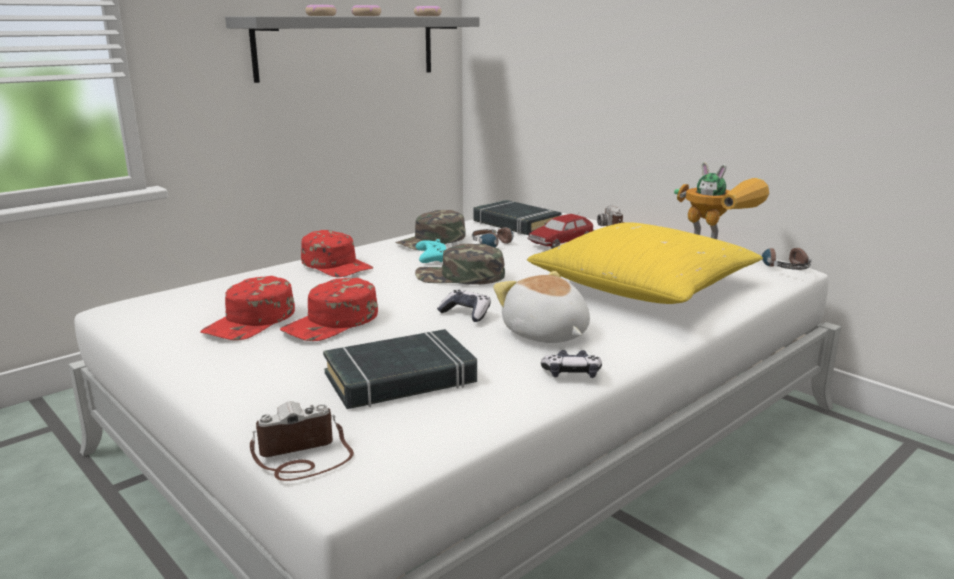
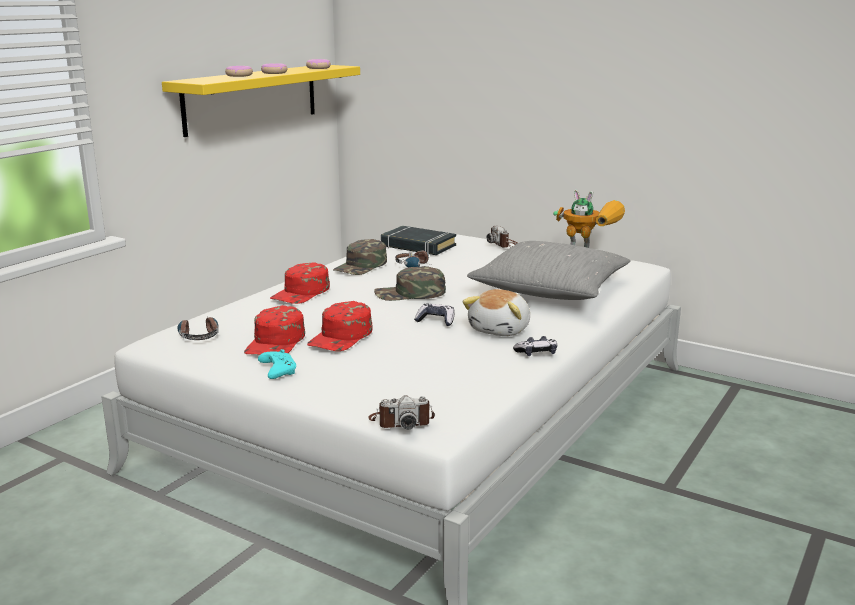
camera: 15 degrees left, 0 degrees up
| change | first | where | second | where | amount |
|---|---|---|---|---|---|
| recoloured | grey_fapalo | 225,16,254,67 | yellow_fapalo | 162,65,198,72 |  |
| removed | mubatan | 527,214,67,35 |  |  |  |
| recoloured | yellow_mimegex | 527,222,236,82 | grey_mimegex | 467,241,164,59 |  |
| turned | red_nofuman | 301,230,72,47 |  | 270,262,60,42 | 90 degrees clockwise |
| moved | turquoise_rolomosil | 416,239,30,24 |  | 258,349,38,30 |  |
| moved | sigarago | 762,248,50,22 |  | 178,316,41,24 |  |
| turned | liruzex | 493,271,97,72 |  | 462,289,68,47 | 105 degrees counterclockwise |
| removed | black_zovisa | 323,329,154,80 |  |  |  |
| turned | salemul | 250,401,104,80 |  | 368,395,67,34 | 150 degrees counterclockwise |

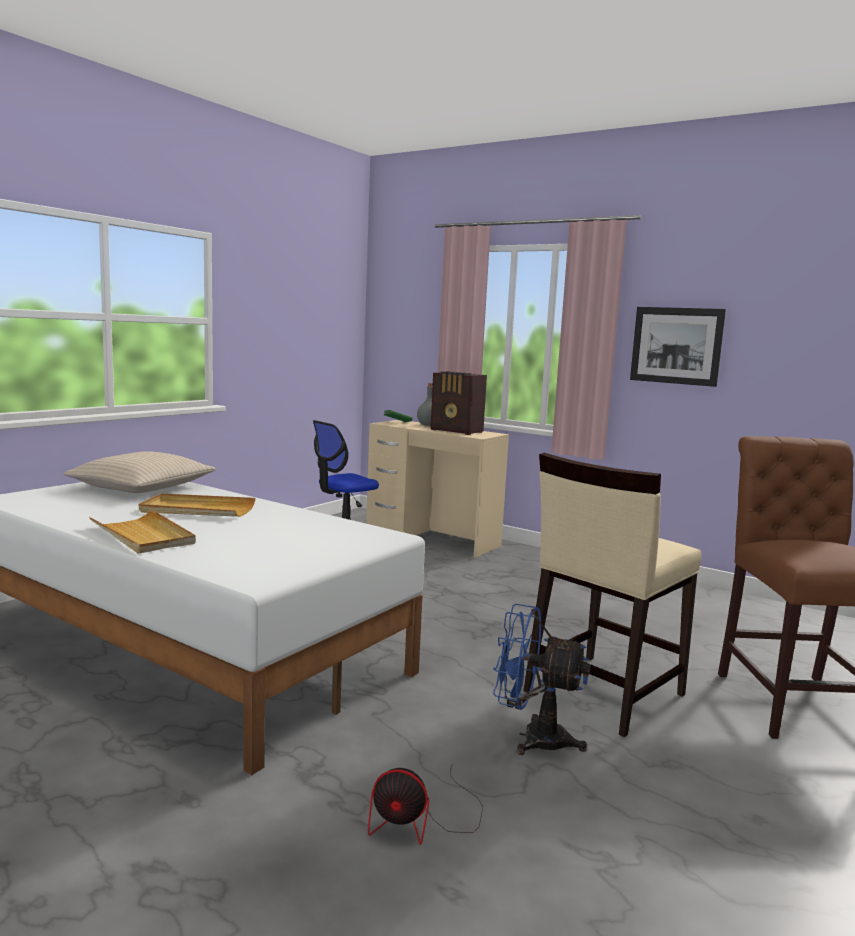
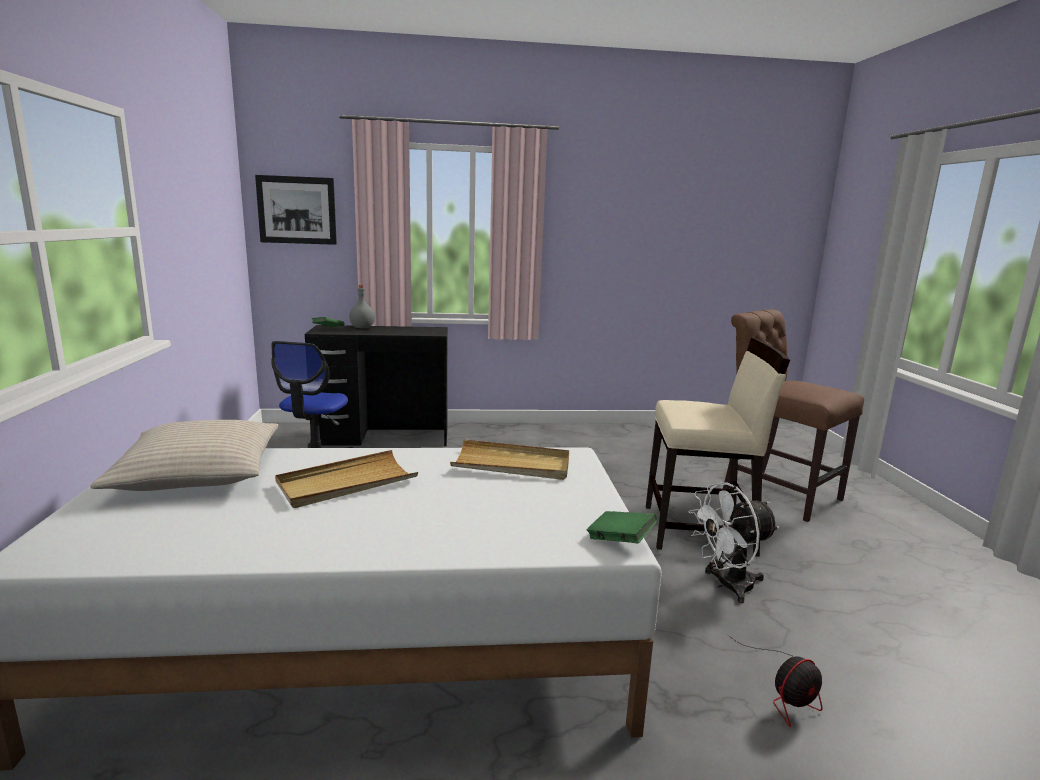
camera: 40 degrees left, 5 degrees up
| change | first | where | second | where | amount |
|---|---|---|---|---|---|
| moved | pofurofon | 630,307,96,80 |  | 255,175,82,70 |  |
| removed | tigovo | 430,371,57,64 |  |  |  |
| recoloured | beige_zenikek | 366,420,143,138 | black_zenikek | 305,325,143,121 |  |
| turned | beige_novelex | 523,453,179,284 |  | 646,338,144,219 | 90 degrees counterclockwise |
| moved | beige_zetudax | 89,509,107,45 |  | 450,439,119,41 |  |
| recoloured | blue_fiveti | 493,604,98,151 | white_fiveti | 689,483,90,120 |  |
| added |  |  | green_zovisa | 587,511,70,33 |  |

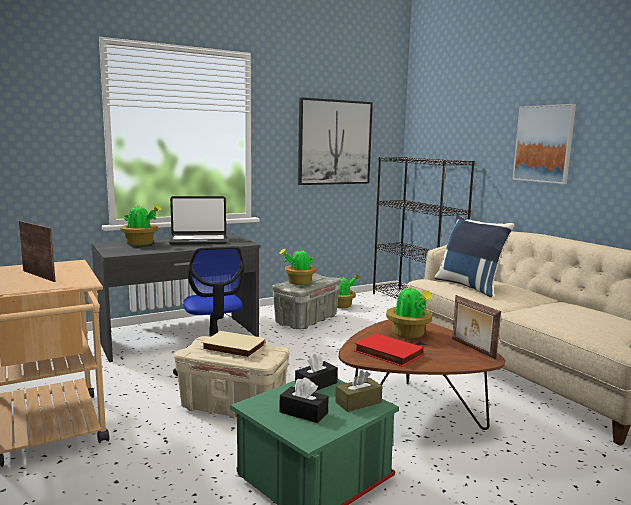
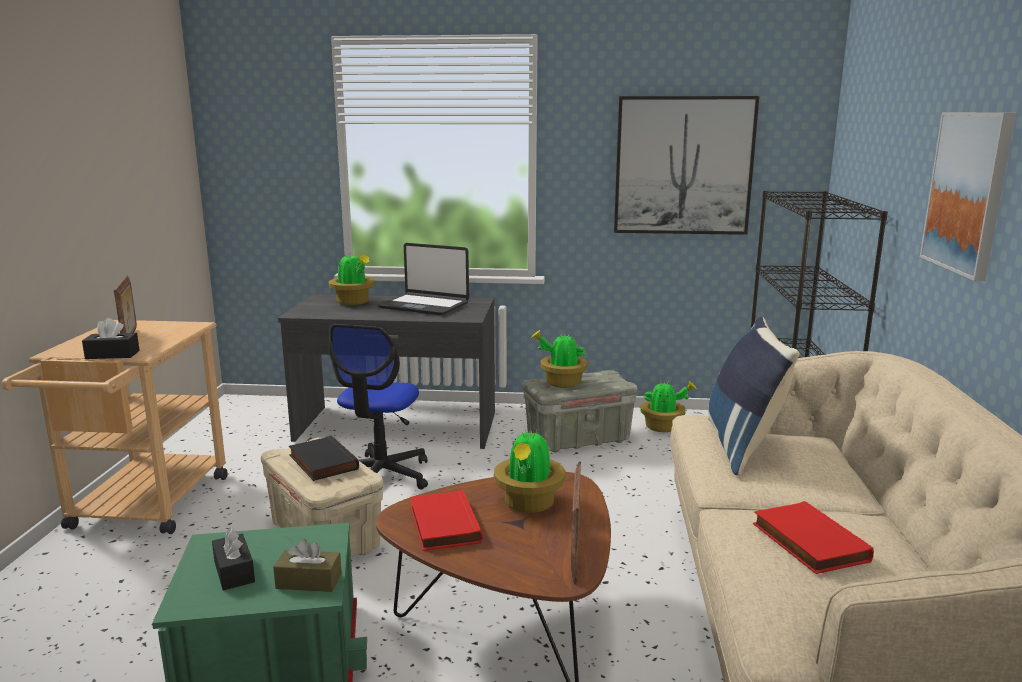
camera: 35 degrees right, 5 degrees up
| change | first | where | second | where | amount |
|---|---|---|---|---|---|
| recoloured | beige_zovisa | 201,331,65,27 | black_zovisa | 289,436,70,45 |  |
| moved | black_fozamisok | 295,353,43,38 |  | 82,318,58,41 |  |
| added |  |  | red_zovisa | 753,501,121,73 |  |

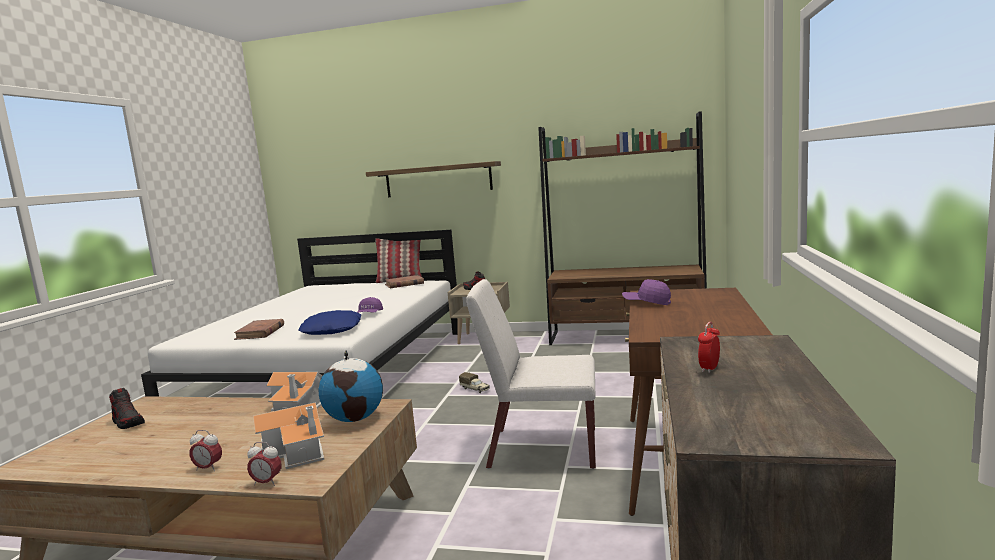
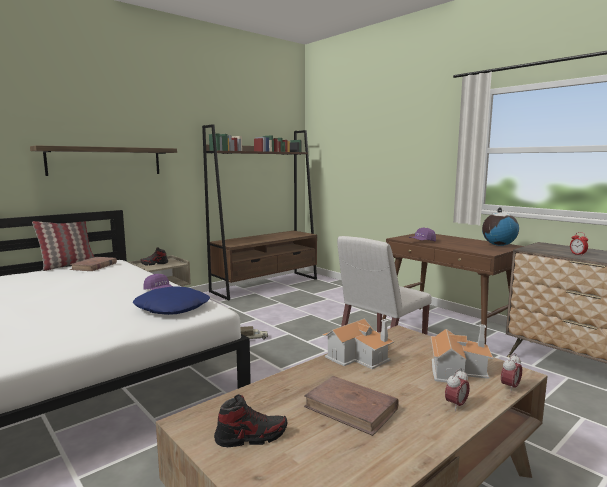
camera: 55 degrees left, 0 degrees up
| change | first | where | second | where | amount |
|---|---|---|---|---|---|
| moved | brown_zovisa | 234,319,50,21 |  | 304,376,95,60 |  |
| moved | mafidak | 319,350,64,72 |  | 482,207,37,39 |  |

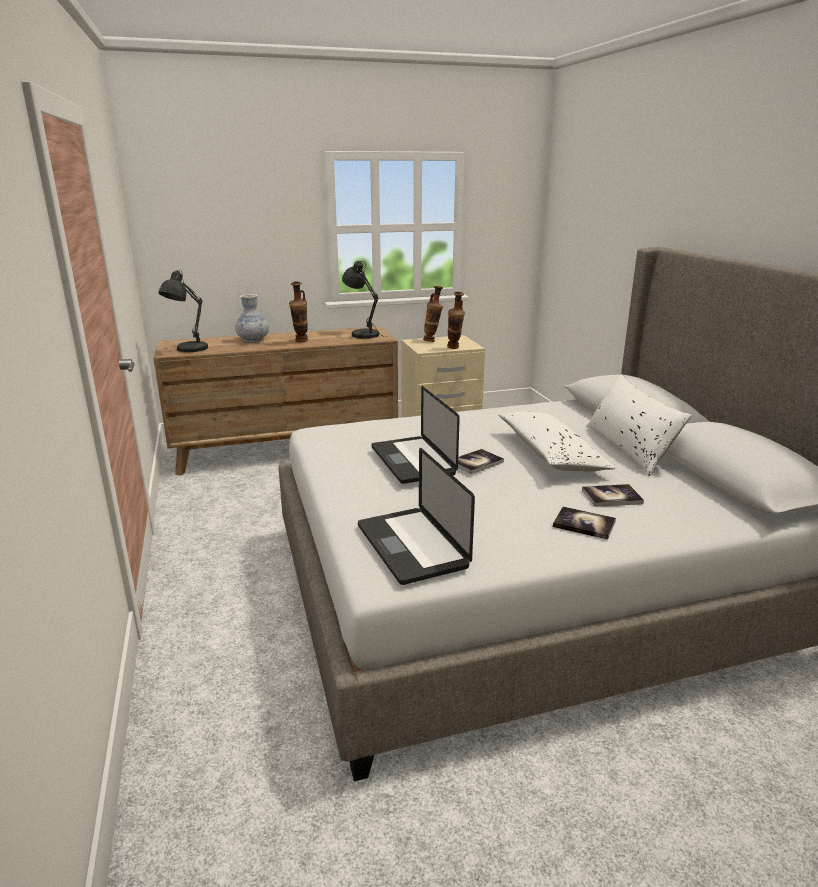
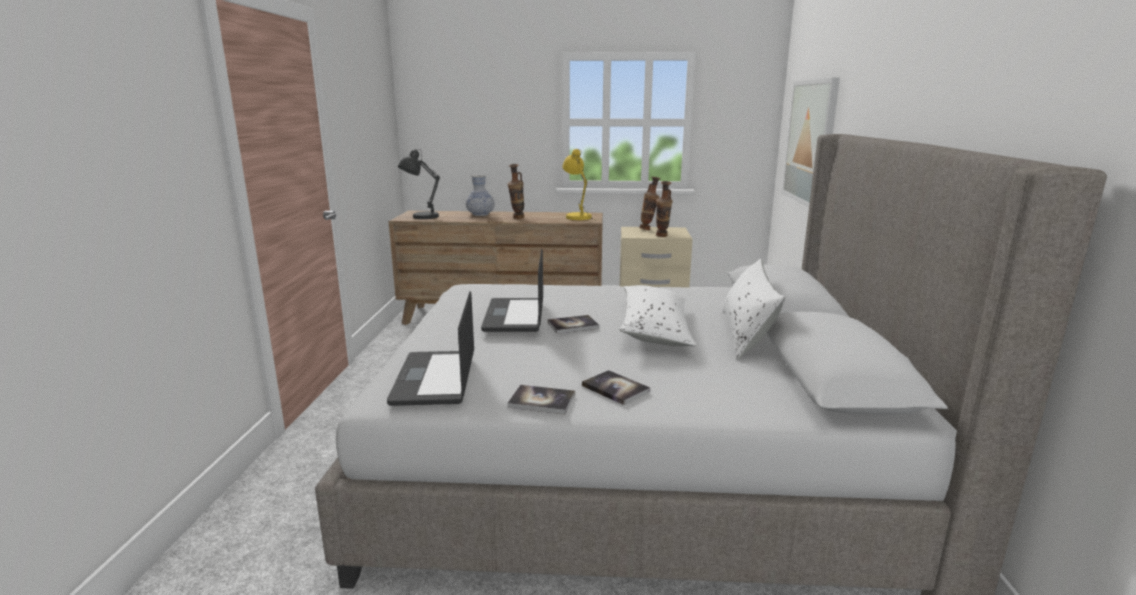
camera: 20 degrees right, 5 degrees down
| change | first | where | second | where | amount |
|---|---|---|---|---|---|
| recoloured | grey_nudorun | 342,261,43,78 | yellow_nudorun | 562,149,35,72 |  |
| moved | zovisa | 582,484,62,23 |  | 507,385,68,30 |  |
| added |  |  | pofurofon | 782,77,58,131 |  |

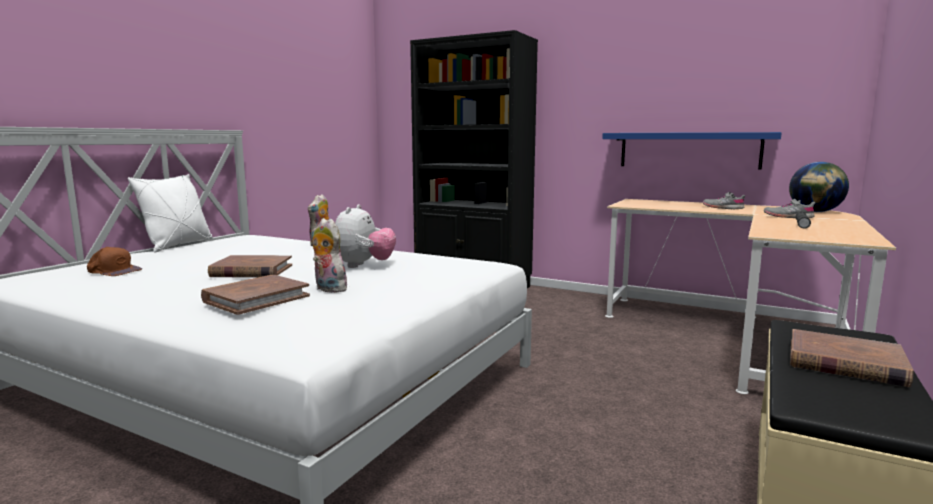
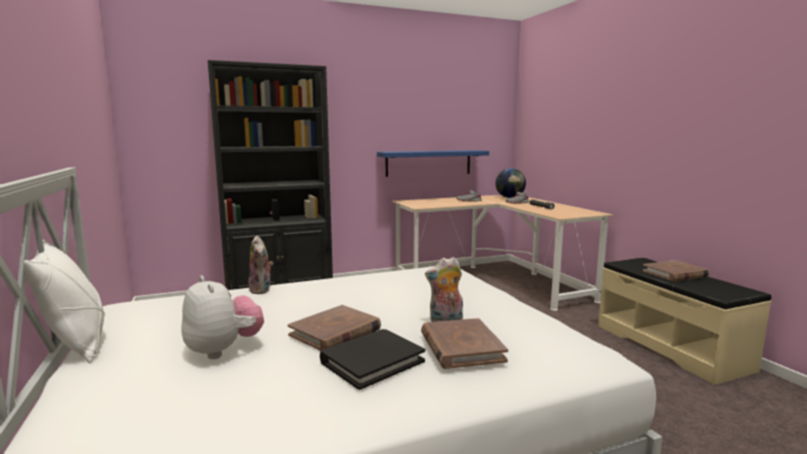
camera: 50 degrees left, 0 degrees up
| change | first | where | second | where | amount |
|---|---|---|---|---|---|
| moved | liruzex | 335,204,61,64 |  | 182,276,82,83 |  |
| removed | brown_nofuman | 87,247,55,29 |  |  |  |
| added |  |  | black_zovisa | 320,329,105,61 |  |

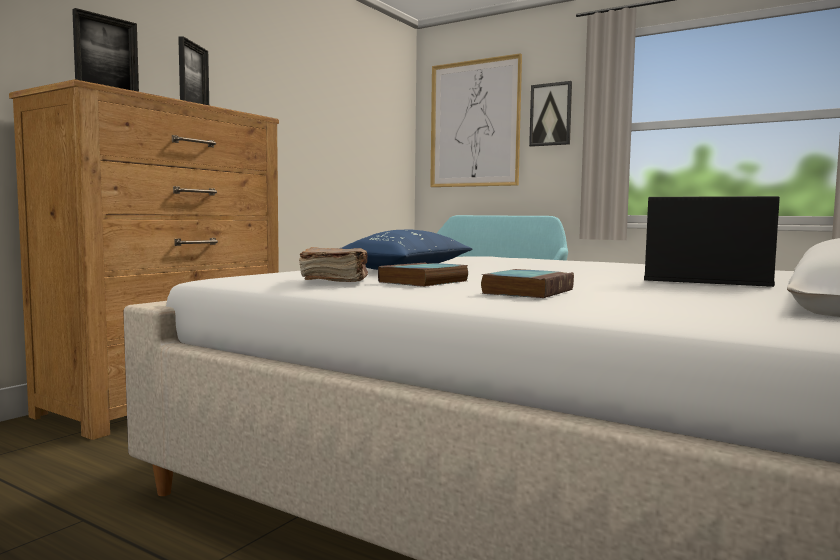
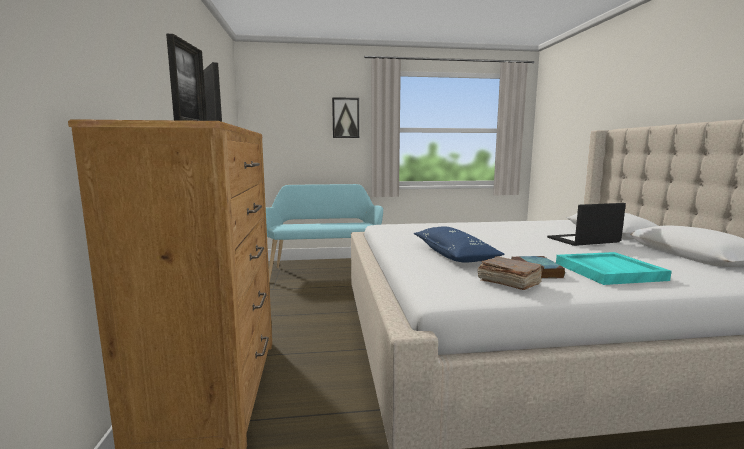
camera: 40 degrees left, 5 degrees up
| change | first | where | second | where | amount |
|---|---|---|---|---|---|
| removed | pofurofon | 430,53,92,134 |  |  |  |
| replaced | zovisa | 481,269,93,29 | turquoise_zetudax | 556,252,116,33 |  |

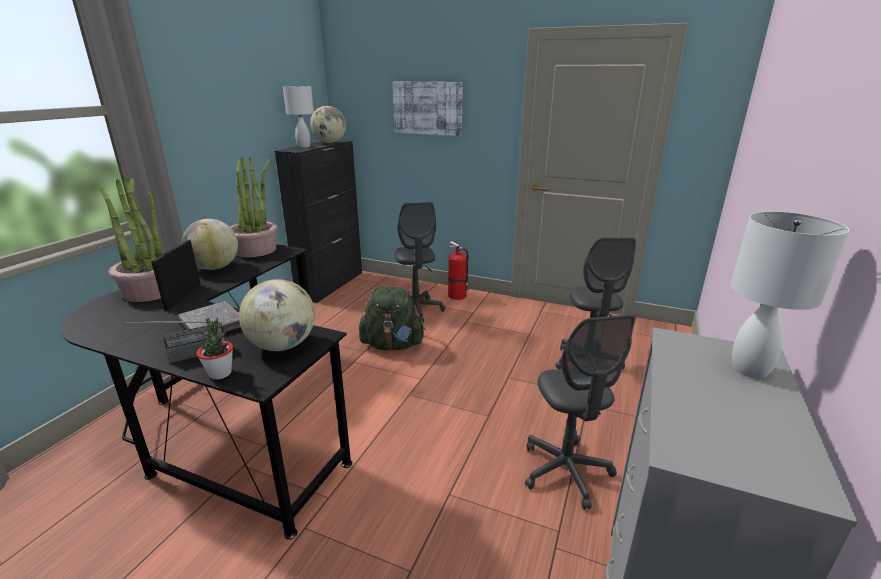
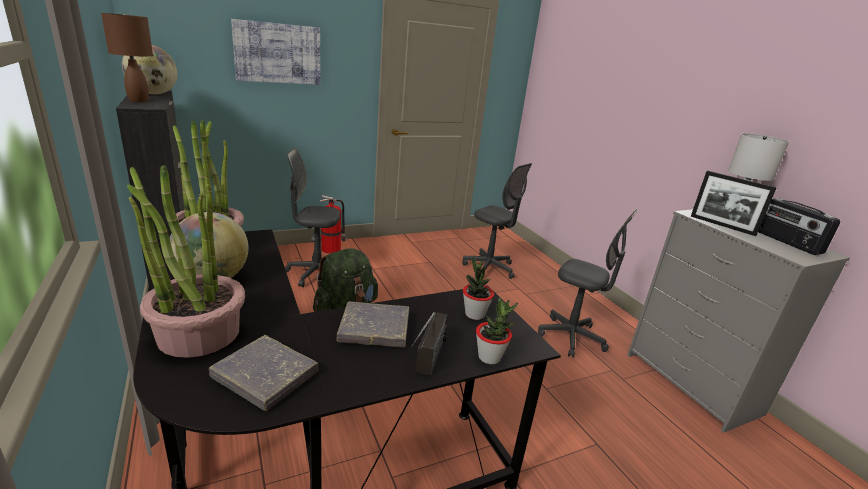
camera: 50 degrees left, 0 degrees up
| change | first | where | second | where | amount |
|---|---|---|---|---|---|
| recoloured | white_nudorun | 283,85,31,63 | brown_nudorun | 101,13,52,89 |  |
| turned | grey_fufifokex | 395,202,50,121 |  | 285,148,55,139 | 150 degrees clockwise |
| moved | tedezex | 151,240,50,70 |  | 691,171,86,65 |  |
| replaced | mafidak | 239,279,76,72 | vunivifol | 463,256,31,64 |  |
| added |  |  | tigovo | 758,198,82,57 |  |
| added |  |  | grey_zovisa | 209,335,110,76 |  |

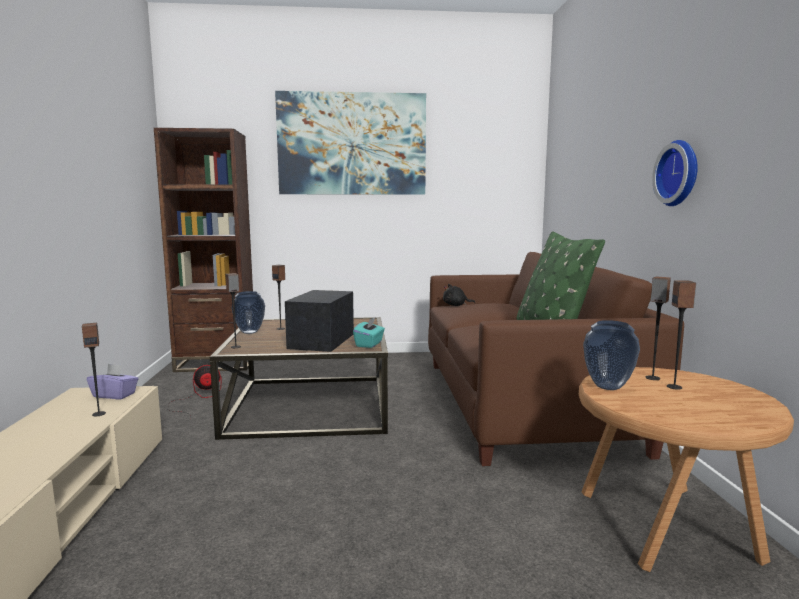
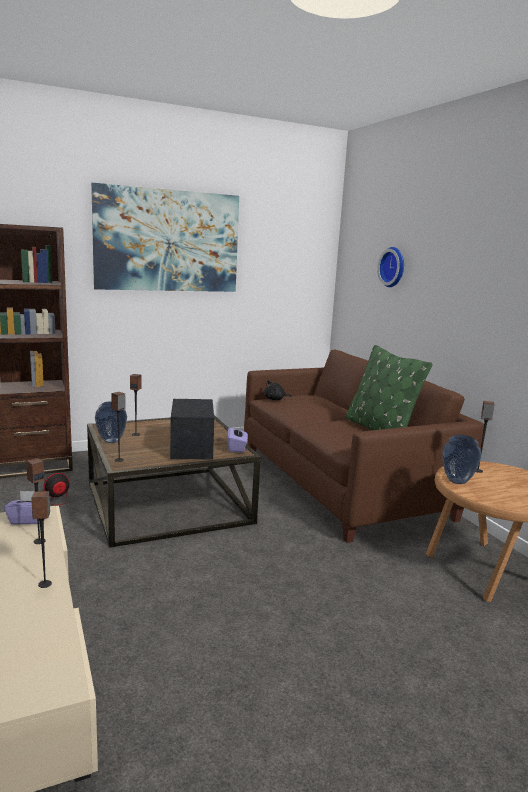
camera: 20 degrees left, 5 degrees up
| change | first | where | second | where | amount |
|---|---|---|---|---|---|
| moved | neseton | 652,140,46,66 |  | 377,247,27,40 |  |
| moved | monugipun | 667,280,29,110 |  | 32,491,20,97 |  |
| recoloured | turquoise_fozamisok | 353,317,32,31 | purple_fozamisok | 227,427,21,25 |  |

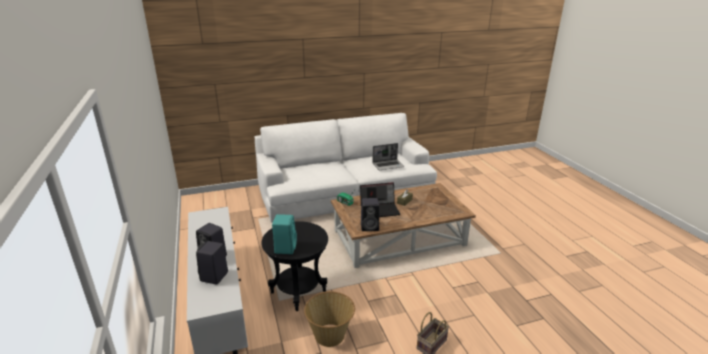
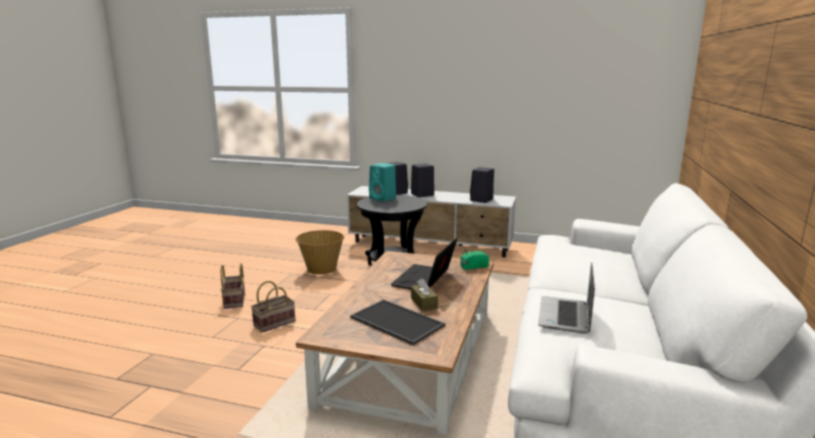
camera: 125 degrees right, 10 degrees down
| change | first | where | second | where | amount |
|---|---|---|---|---|---|
| moved | black_monugipun | 361,198,18,33 |  | 470,167,24,36 |  |
| added |  |  | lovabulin | 251,281,44,52 |  |
| added |  |  | zetudax | 350,299,95,46 |  |

